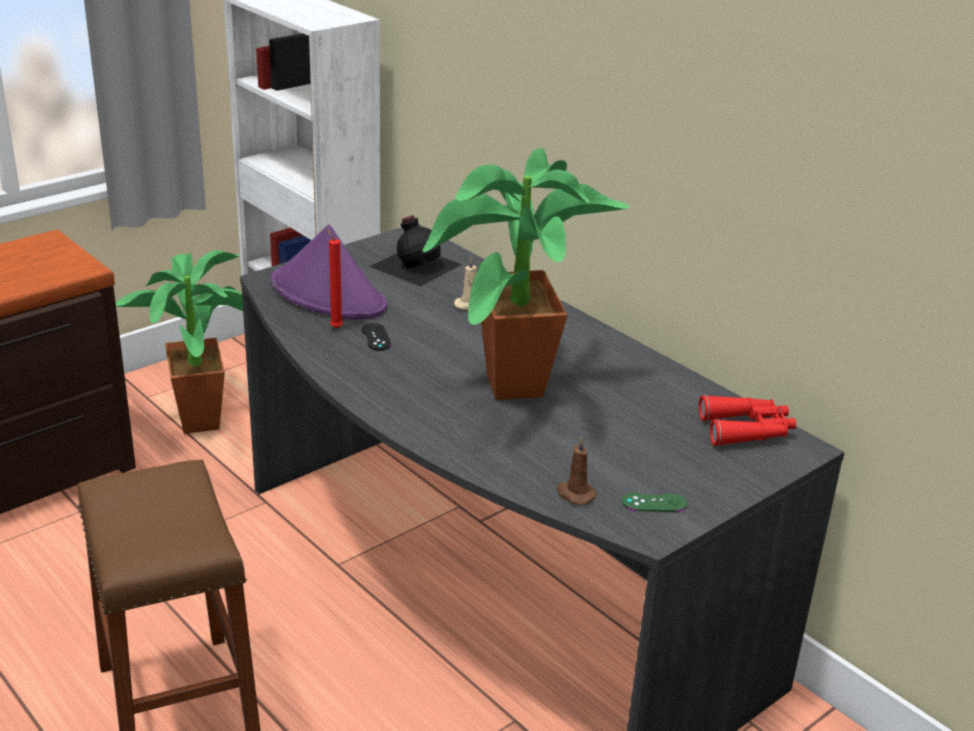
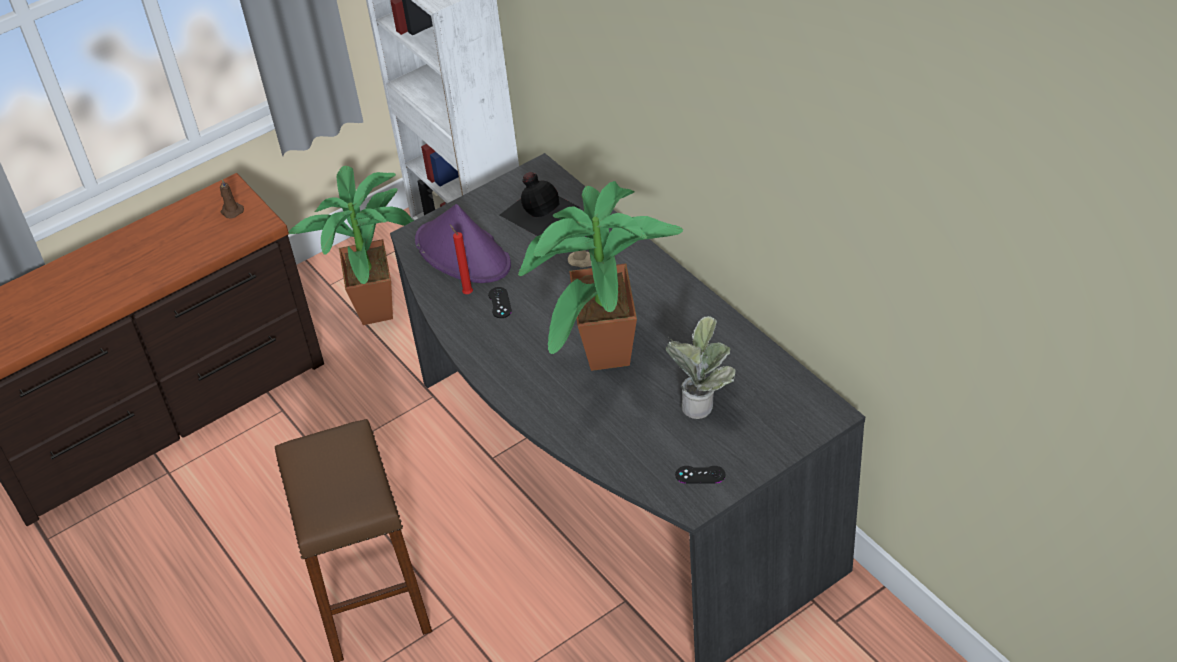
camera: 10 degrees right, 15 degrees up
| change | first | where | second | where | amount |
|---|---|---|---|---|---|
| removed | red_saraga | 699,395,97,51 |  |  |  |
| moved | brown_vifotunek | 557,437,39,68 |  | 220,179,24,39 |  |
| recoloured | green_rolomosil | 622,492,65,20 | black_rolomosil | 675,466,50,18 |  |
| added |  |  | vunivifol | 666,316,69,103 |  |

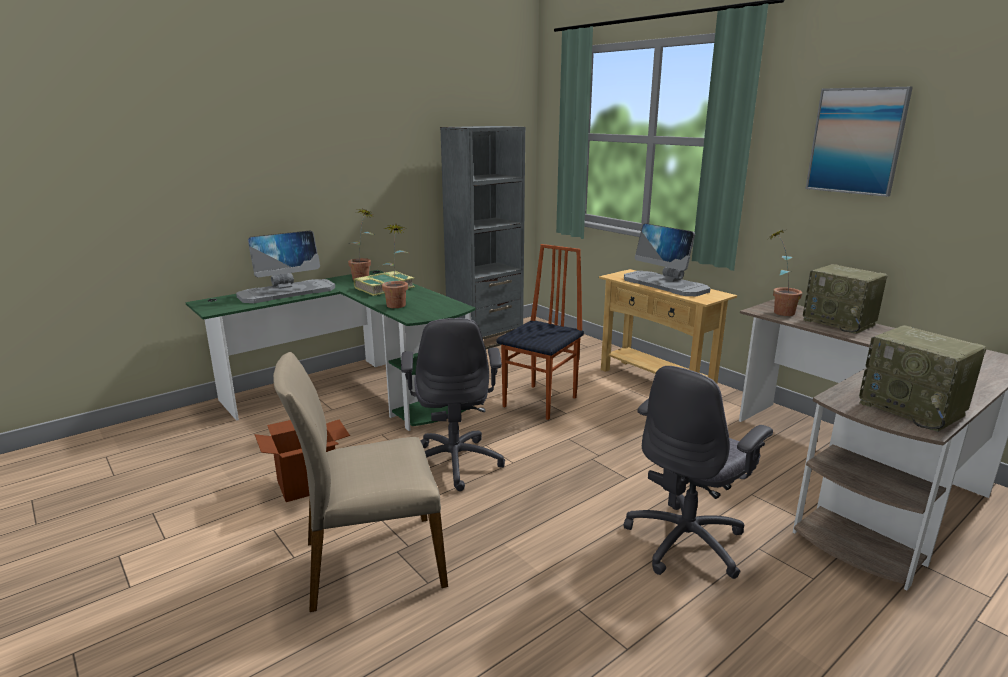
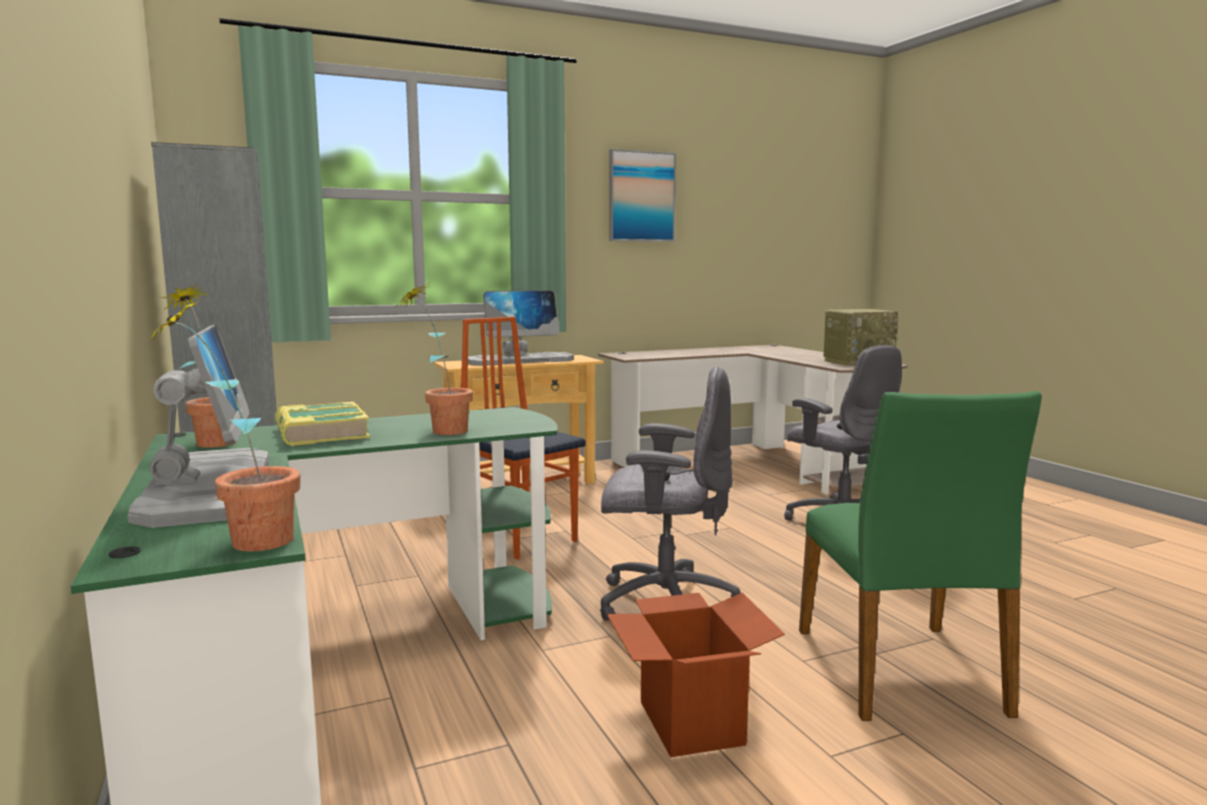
camera: 75 degrees left, 10 degrees down
| change | first | where | second | where | amount |
|---|---|---|---|---|---|
| moved | vunivifol | 768,230,34,86 |  | 151,302,149,249 |  |
| removed | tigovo | 803,264,84,70 |  |  |  |
| recoloured | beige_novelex | 273,352,175,260 | green_novelex | 799,391,243,330 |  |

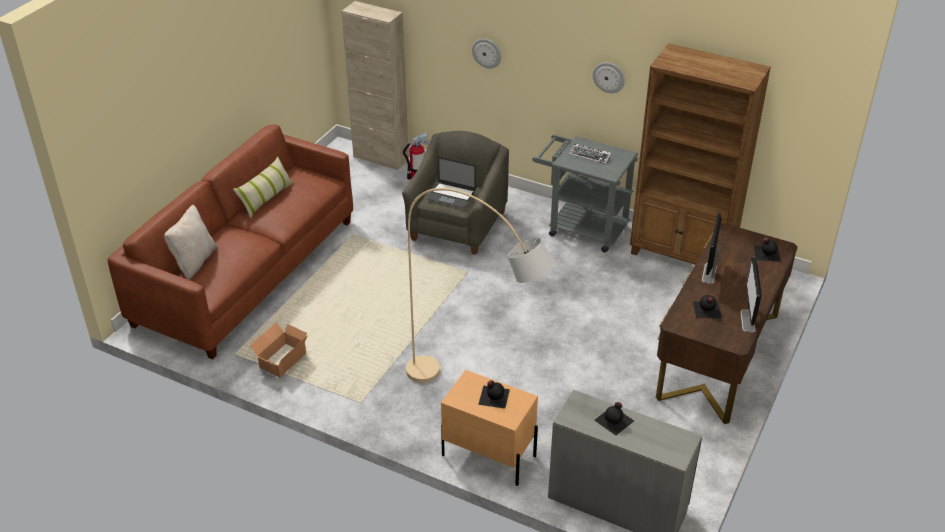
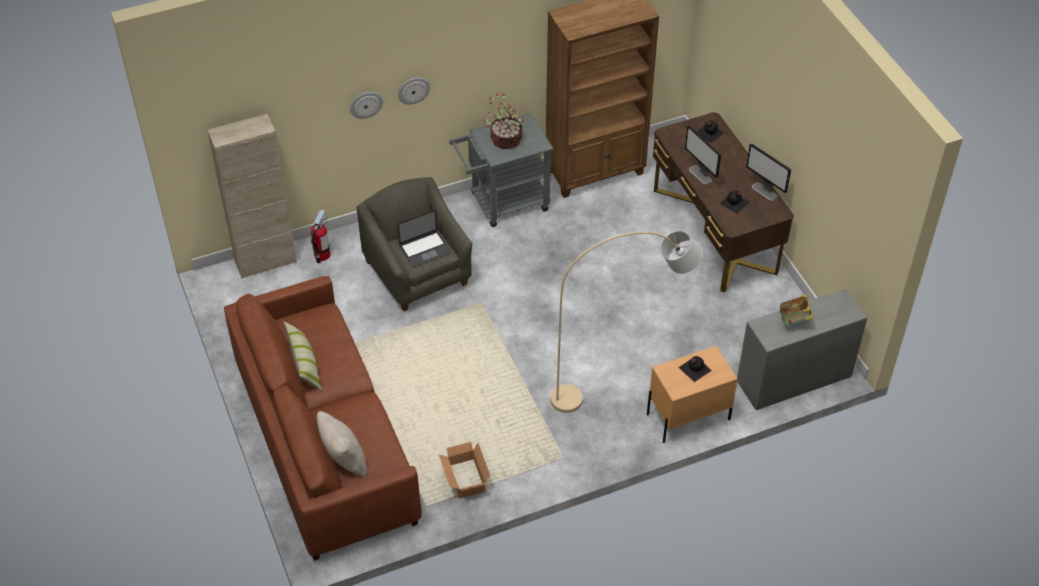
camera: 50 degrees left, 10 degrees up
| change | first | where | second | where | amount |
|---|---|---|---|---|---|
| moved | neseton | 593,62,32,31 |  | 398,77,32,27 |  |
| replaced | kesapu | 569,143,42,21 | vunivifol | 483,93,40,56 |  |
| replaced | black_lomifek | 594,402,40,34 | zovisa | 780,294,34,32 |  |

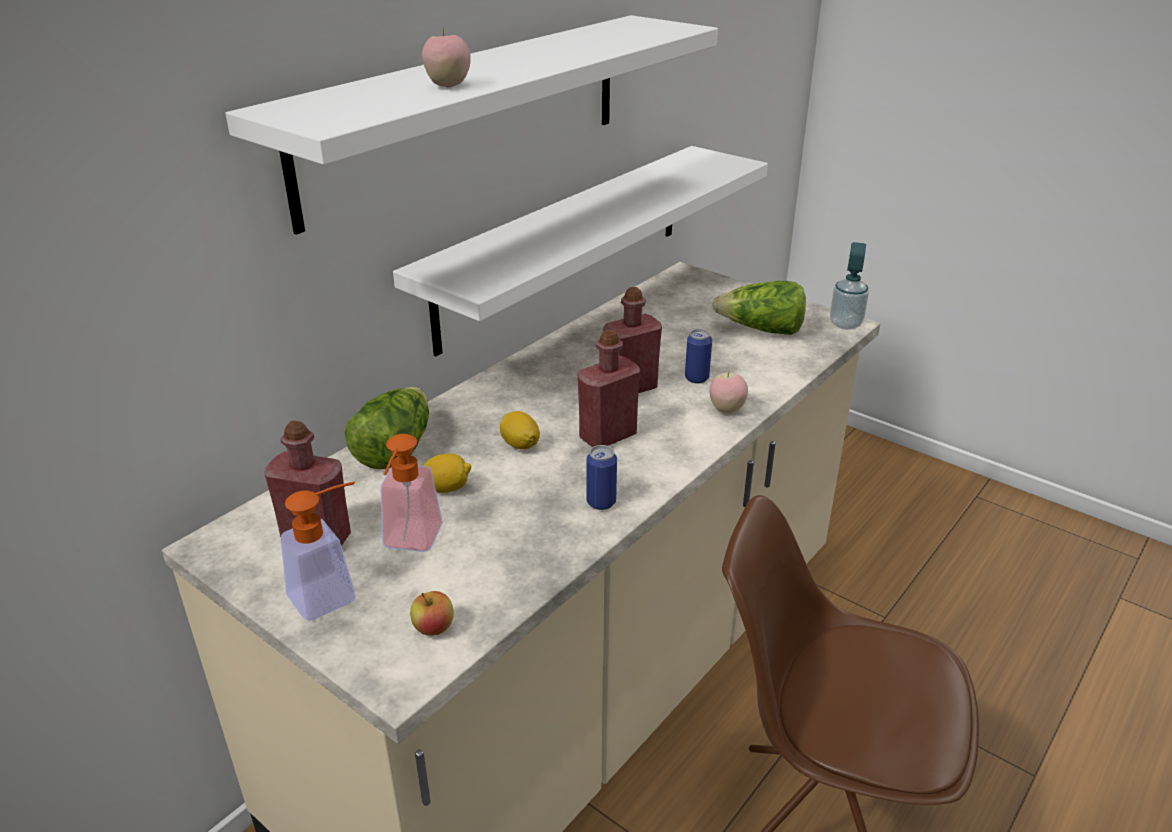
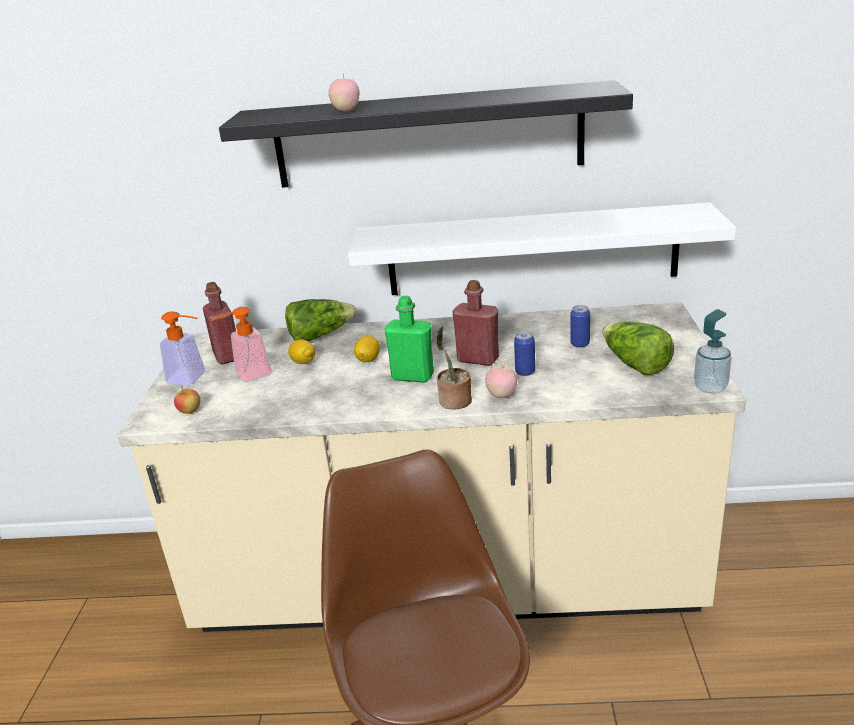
camera: 55 degrees right, 5 degrees down
| change | first | where | second | where | amount |
|---|---|---|---|---|---|
| recoloured | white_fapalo | 225,15,493,220 | black_fapalo | 219,80,414,108 |  |
| recoloured | red_lomifek | 577,329,63,118 | green_lomifek | 384,296,50,87 |  |
| moved | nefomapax | 587,445,30,65 |  | 571,305,19,43 |  |
| added |  |  | vunivifol | 436,326,36,84 |  |

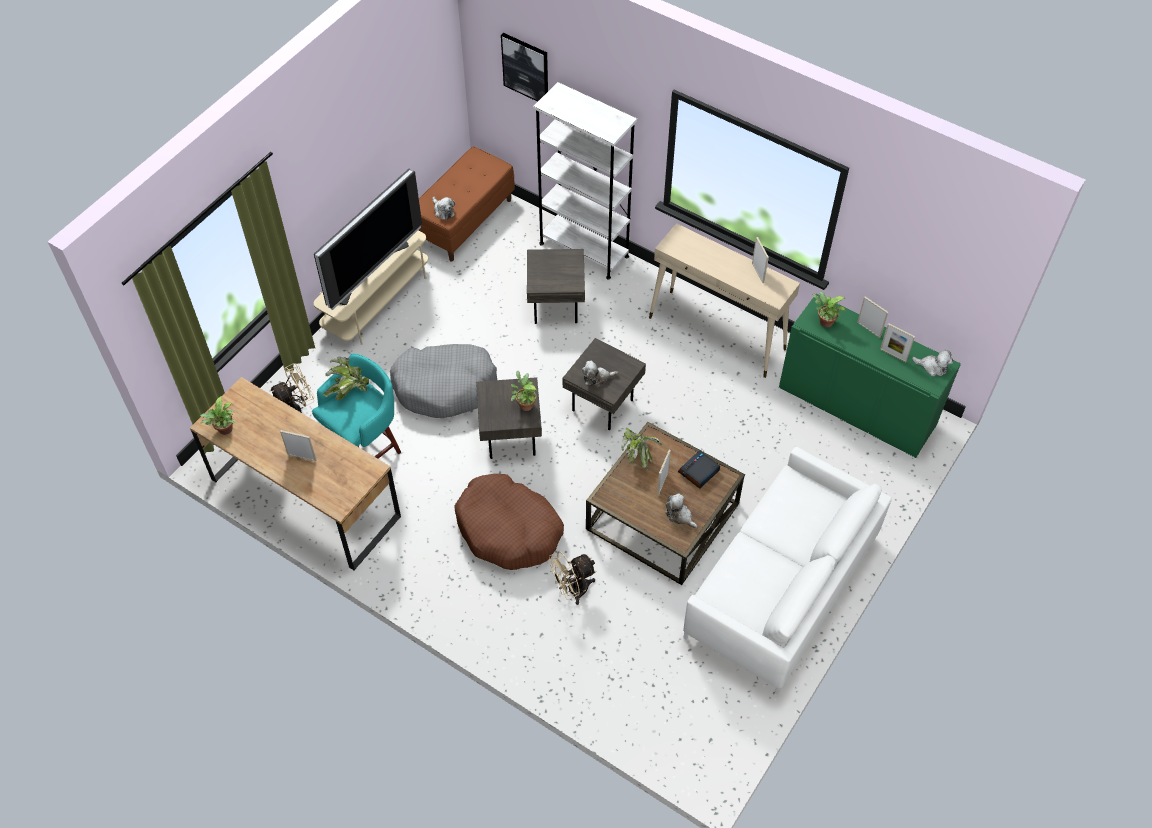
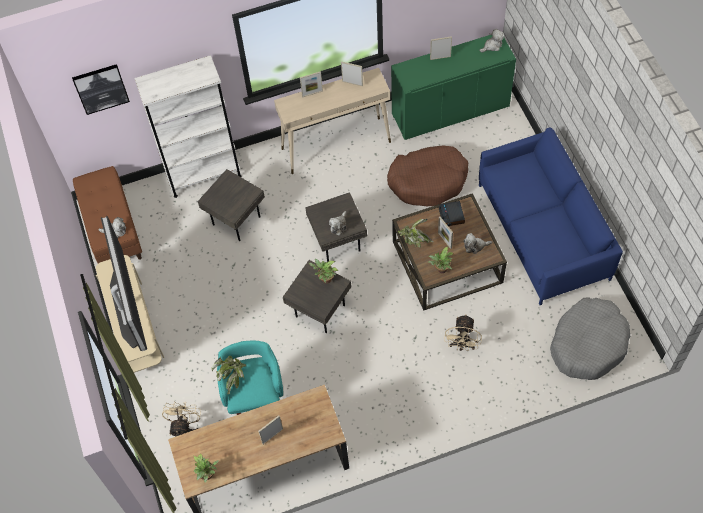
camera: 50 degrees left, 5 degrees up
| change | first | where | second | where | amount |
|---|---|---|---|---|---|
| moved | vunivifol | 812,291,34,37 |  | 428,247,25,26 |  |
| moved | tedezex | 880,323,35,39 |  | 300,71,23,27 |  |
| moved | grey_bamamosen | 390,344,107,74 |  | 550,297,80,83 |  |
| recoloured | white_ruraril | 683,447,209,248 | blue_ruraril | 479,128,144,177 |  |
| moved | brown_bamamosen | 454,474,110,96 |  | 387,146,81,60 |  |

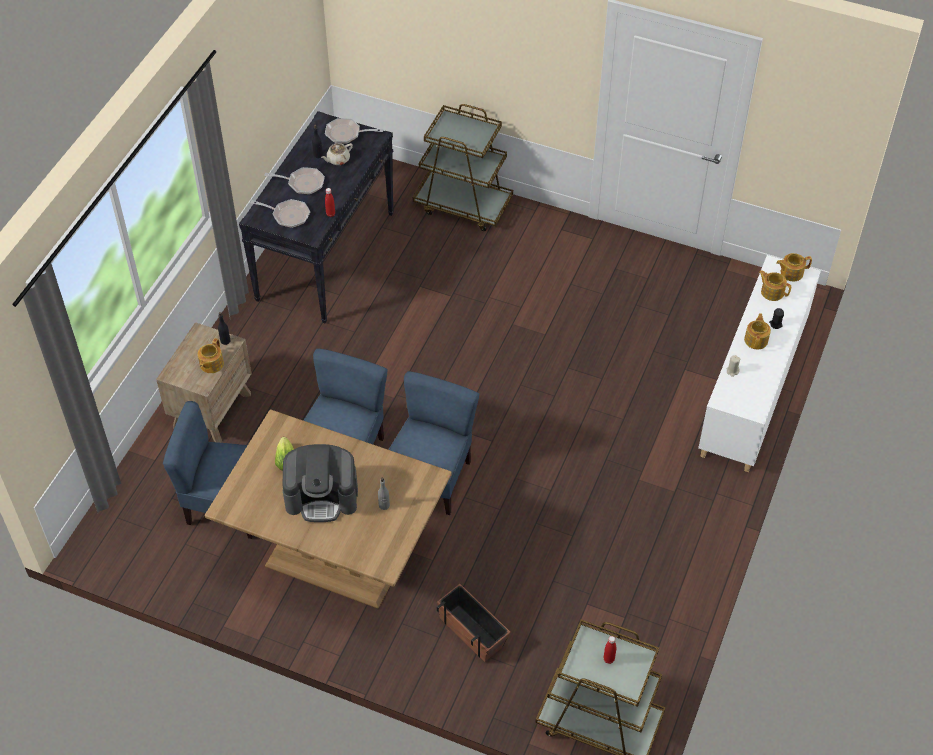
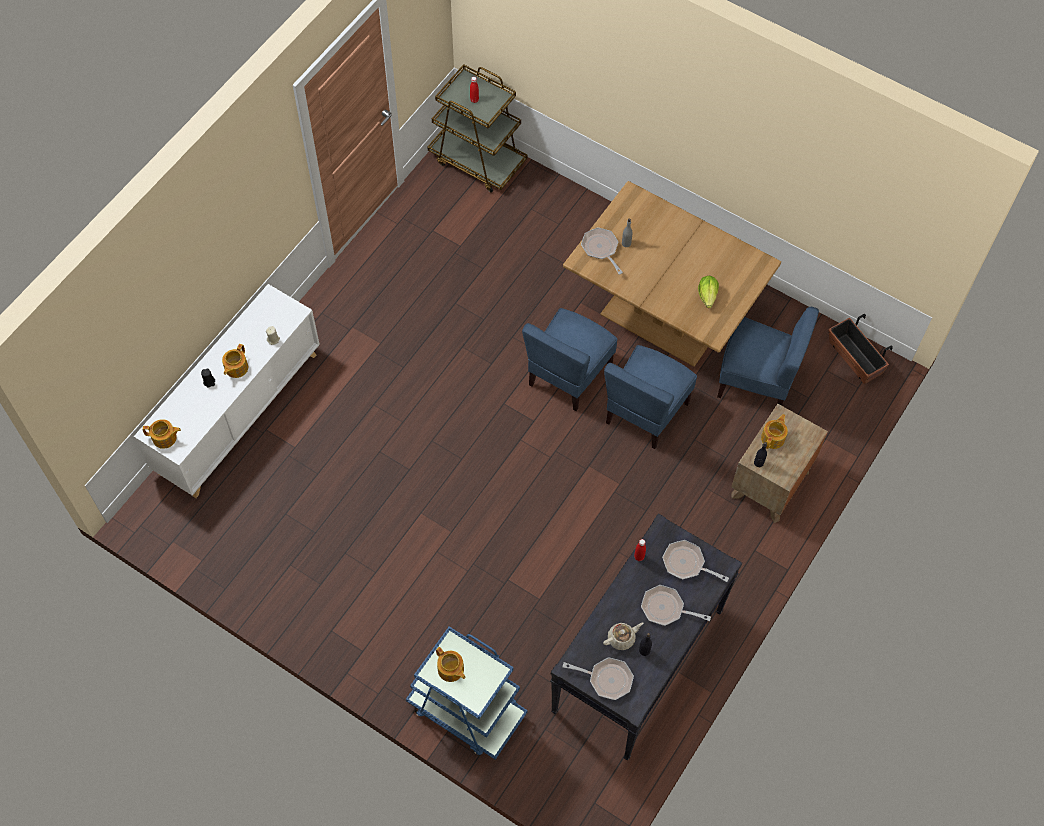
camera: 170 degrees left, 10 degrees up
| change | first | where | second | where | amount |
|---|---|---|---|---|---|
| recoloured | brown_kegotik | 413,104,100,127 | blue_kegotik | 406,626,121,134 |  |
| moved | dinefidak | 758,270,33,31 |  | 436,647,29,35 |  |
| removed | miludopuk | 282,444,76,78 |  |  |  |
| moved | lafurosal | 437,584,74,78 |  | 828,313,65,71 |  |
| added |  |  | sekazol | 581,227,42,48 |  |

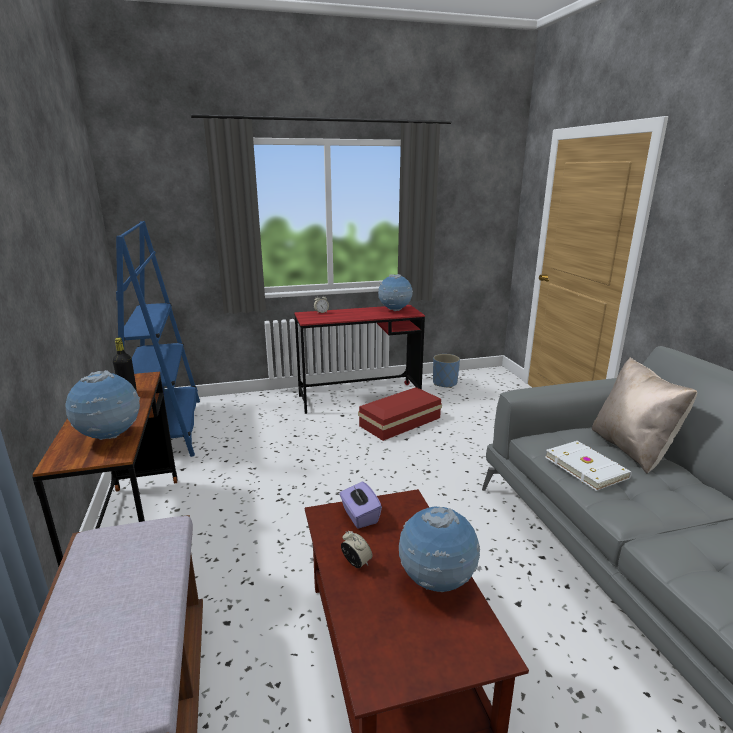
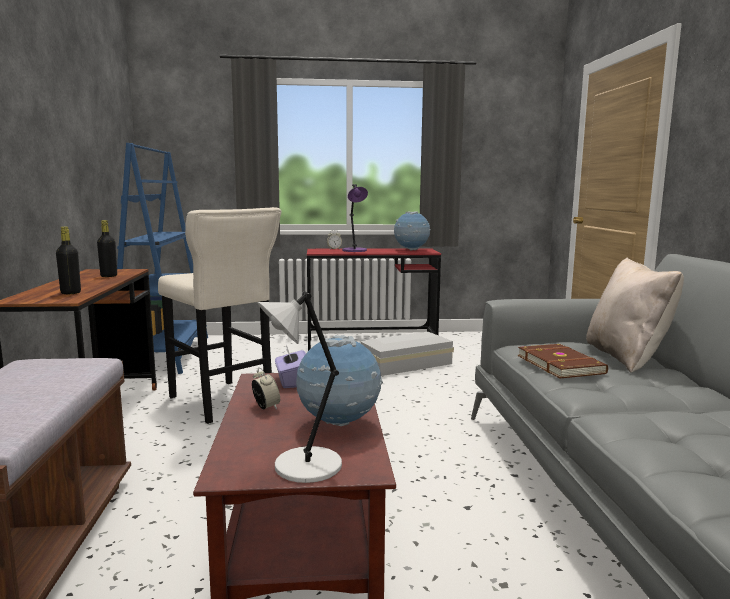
camera: 10 degrees right, 10 degrees down
| change | first | where | second | where | amount |
|---|---|---|---|---|---|
| removed | blue_lafurosal | 433,354,27,34 |  |  |  |
| replaced | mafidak | 65,370,75,70 | black_lomifek | 56,227,25,67 |  |
| recoloured | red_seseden | 358,387,84,54 | white_seseden | 360,332,94,44 |  |
| recoloured | white_zovisa | 545,441,87,50 | brown_zovisa | 517,344,91,34 |  |
| added |  |  | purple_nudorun | 342,184,26,68 |  |
| added |  |  | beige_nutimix | 158,207,123,217 |  |
| added |  |  | grey_nudorun | 257,291,85,192 |  |

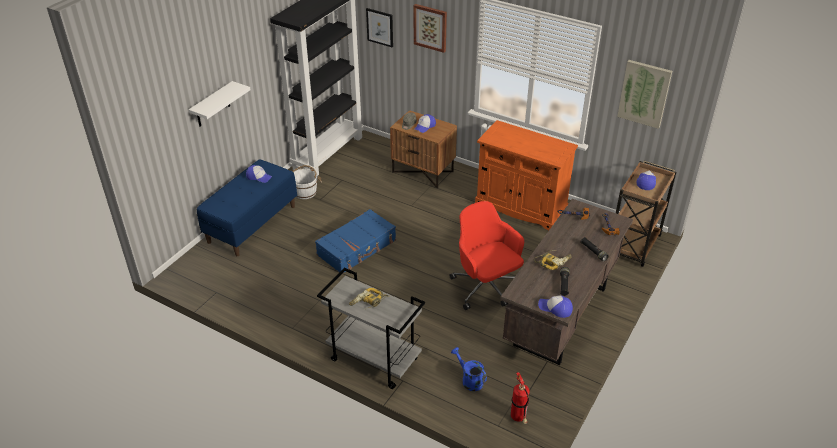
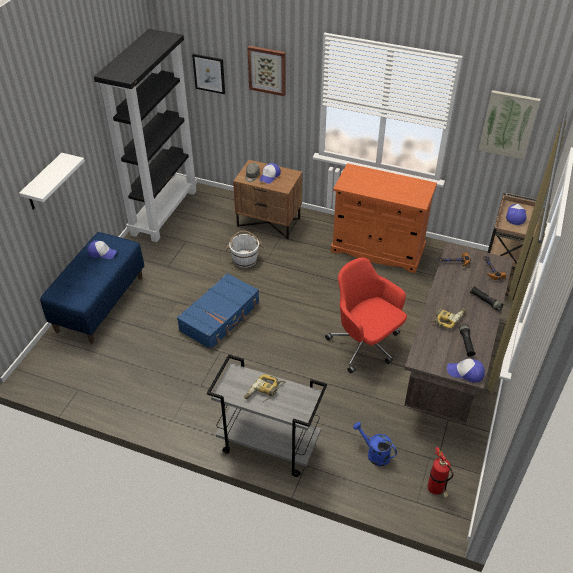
camera: 10 degrees left, 5 degrees up
| change | first | where | second | where | amount |
|---|---|---|---|---|---|
| moved | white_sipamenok | 292,165,30,34 |  | 225,231,39,37 |  |

